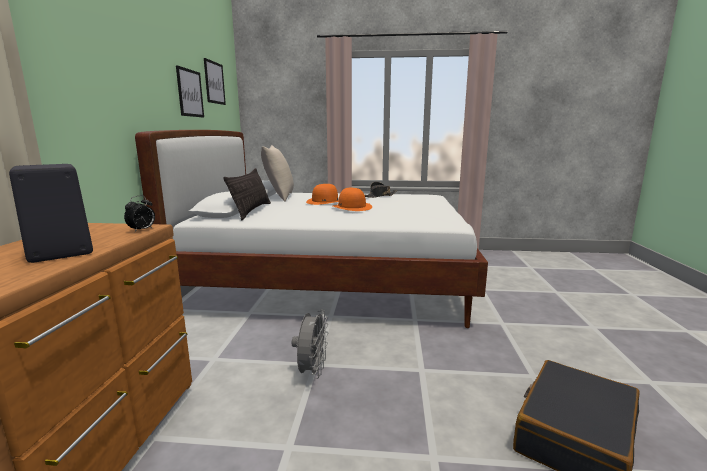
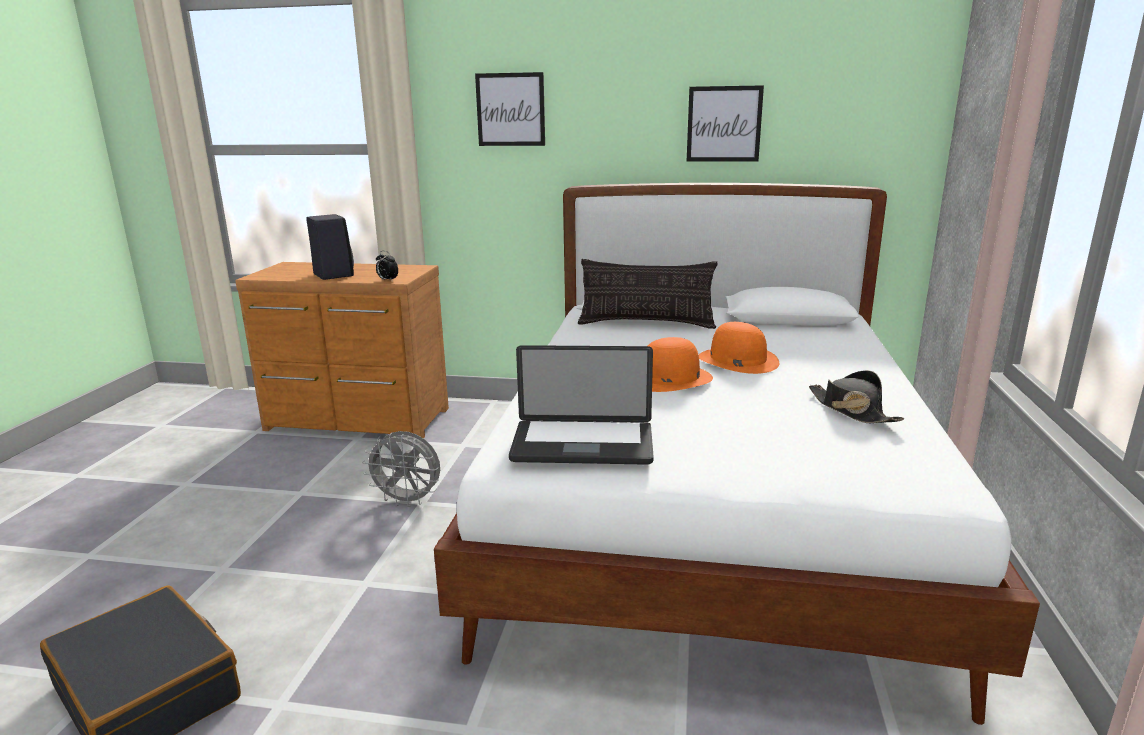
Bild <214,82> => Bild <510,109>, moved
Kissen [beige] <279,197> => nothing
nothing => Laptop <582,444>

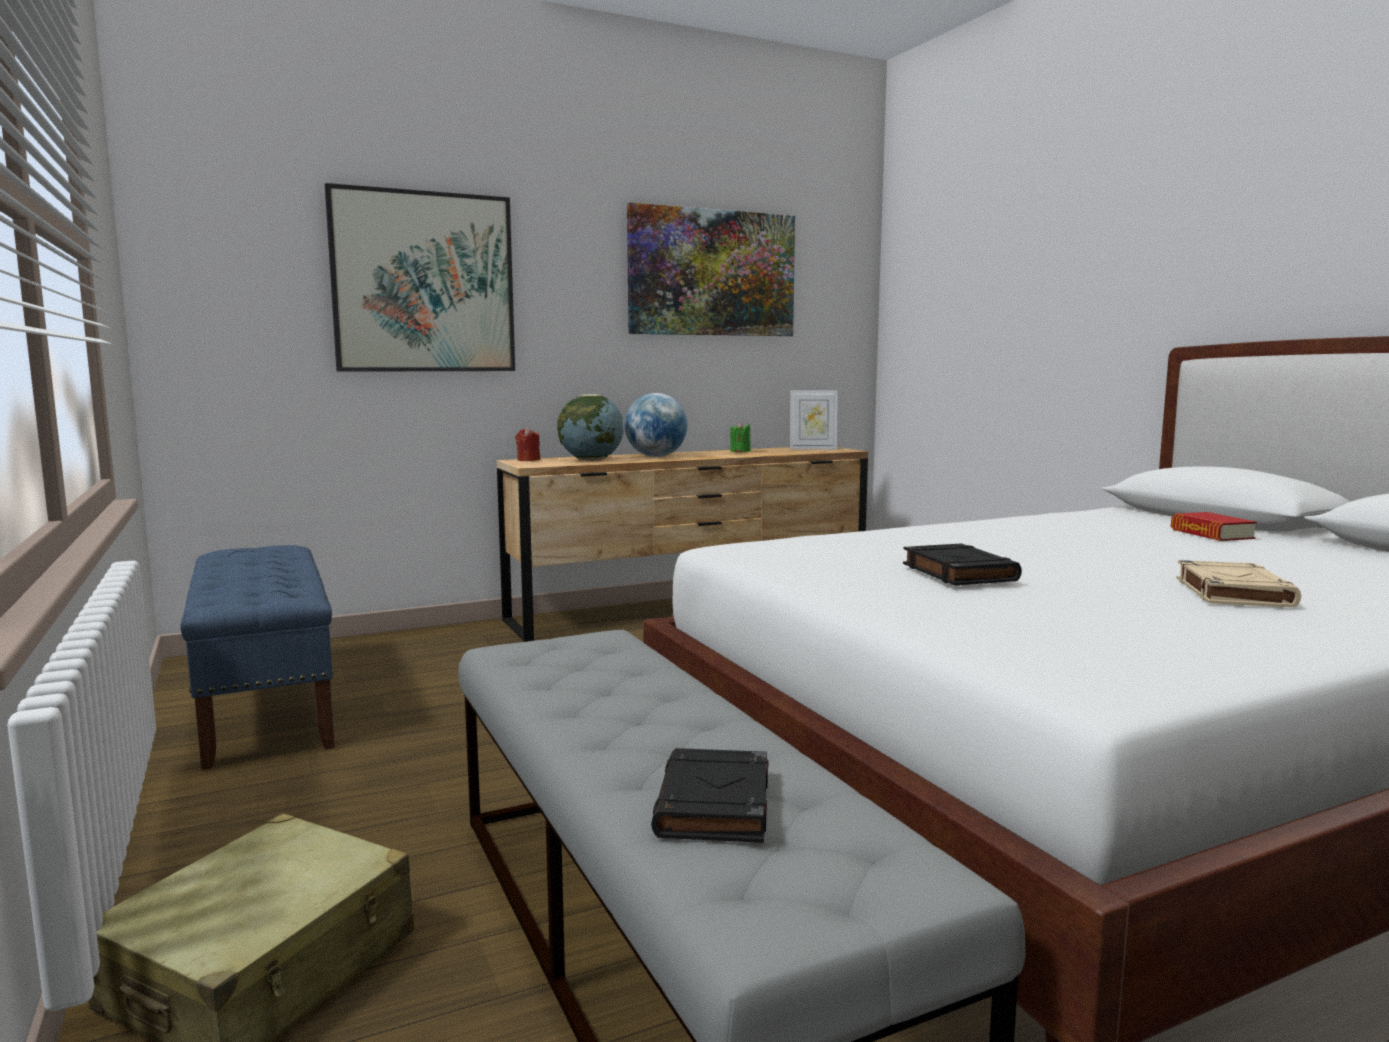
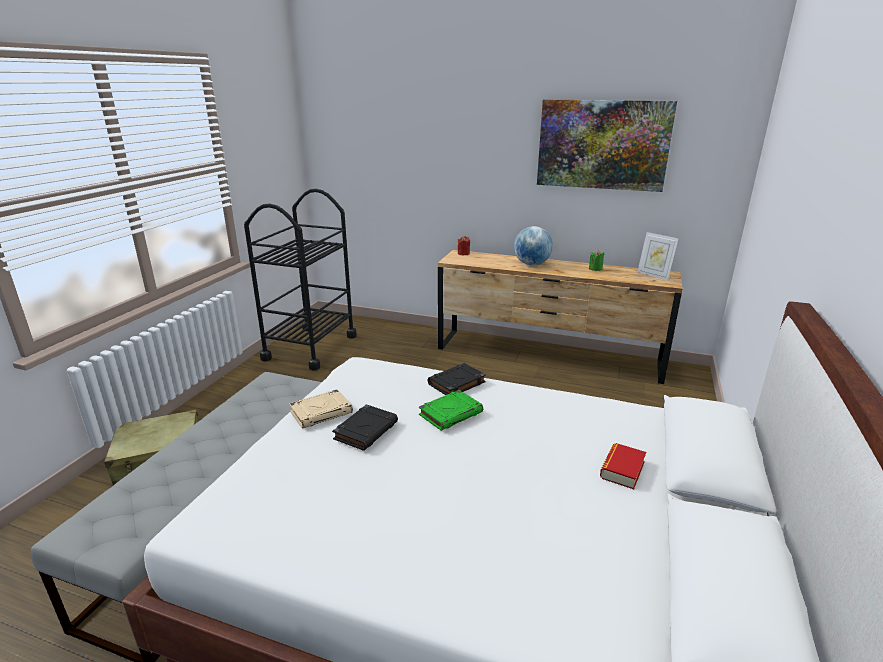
Bank [blau] <265,704> => Rollwagen [schwarz] <310,347>
Bild <424,283> => nothing
Globus <591,460> => nothing
Buch [schwarz] <714,806> => Buch [schwarz] <456,383>, moved
Buch [beige] <1232,592> => Buch [beige] <321,412>, moved
nothing => Buch [grün] <451,413>

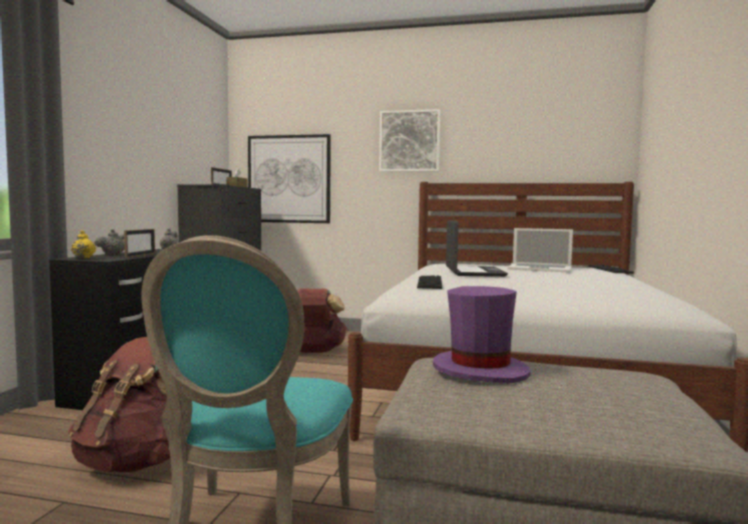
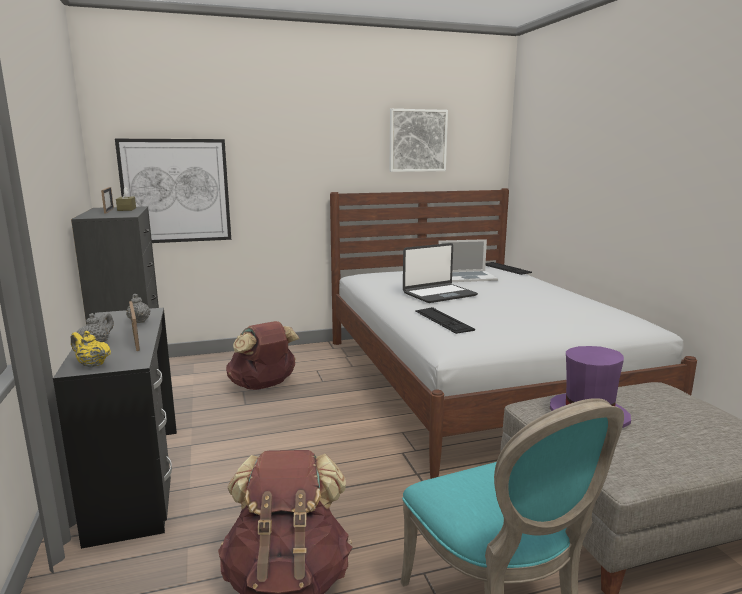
Bild <409,141> => Bild <417,140>, moved
Laptop <473,272> => Laptop <439,294>, 90 degrees clockwise

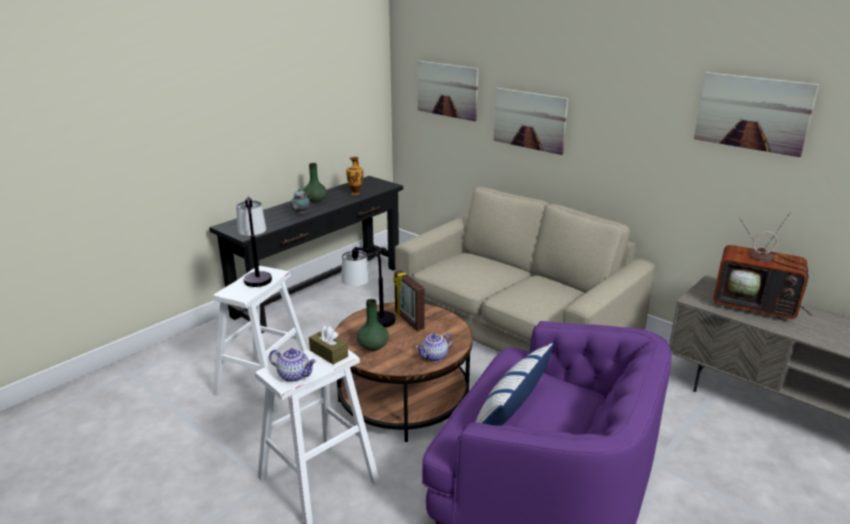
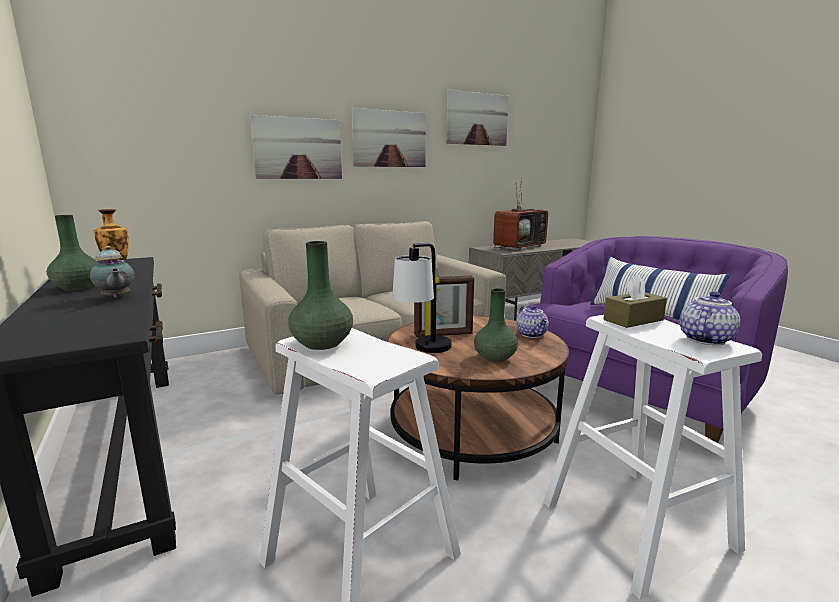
Tischlampe <256,275> => Vase [grün] <322,344>
Bild <447,90> => Bild <389,139>, moved

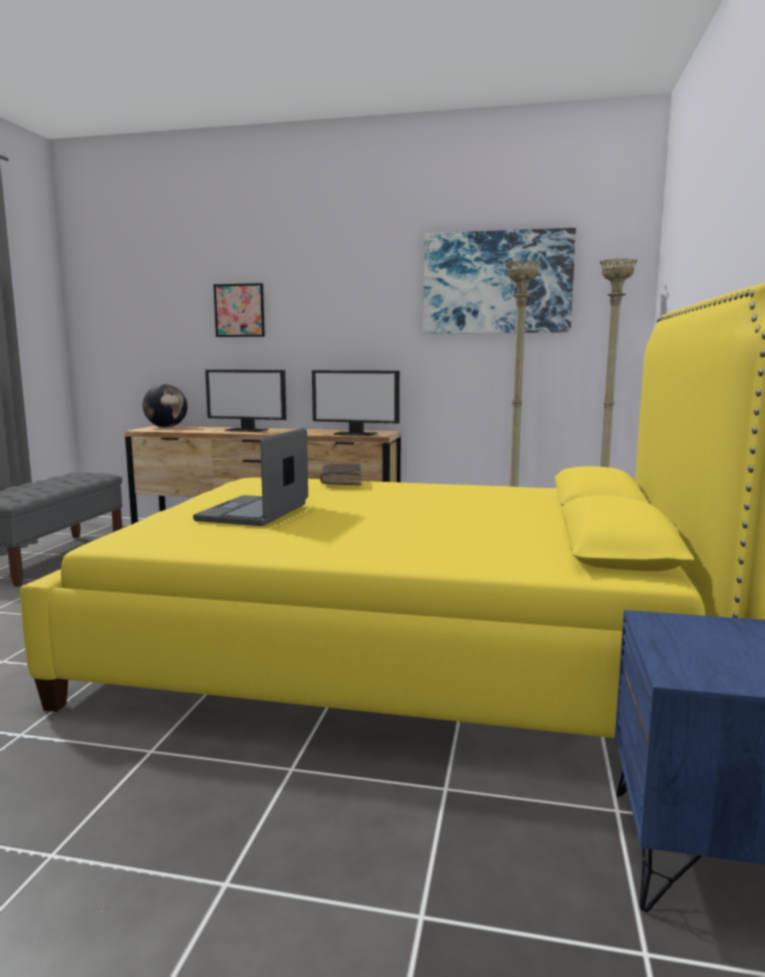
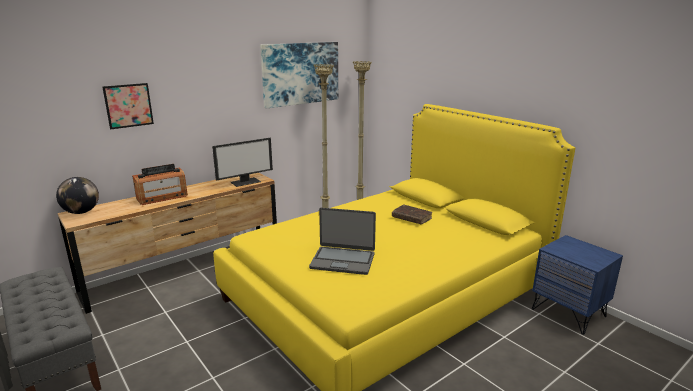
Laptop <255,513> => Laptop <343,260>, 45 degrees counterclockwise
Monitor <247,430> => Radio <162,197>
Buch [braun] <341,481> => Buch [braun] <411,218>, moved

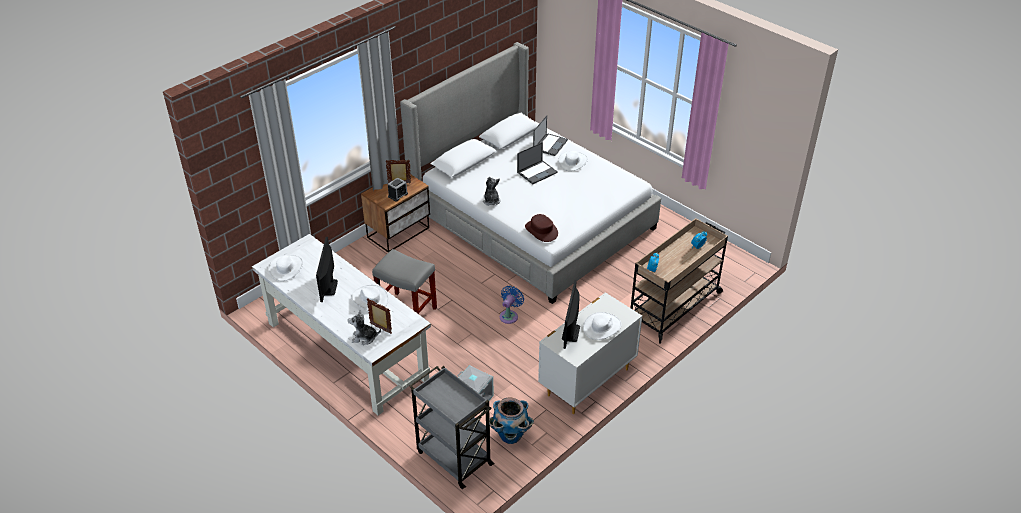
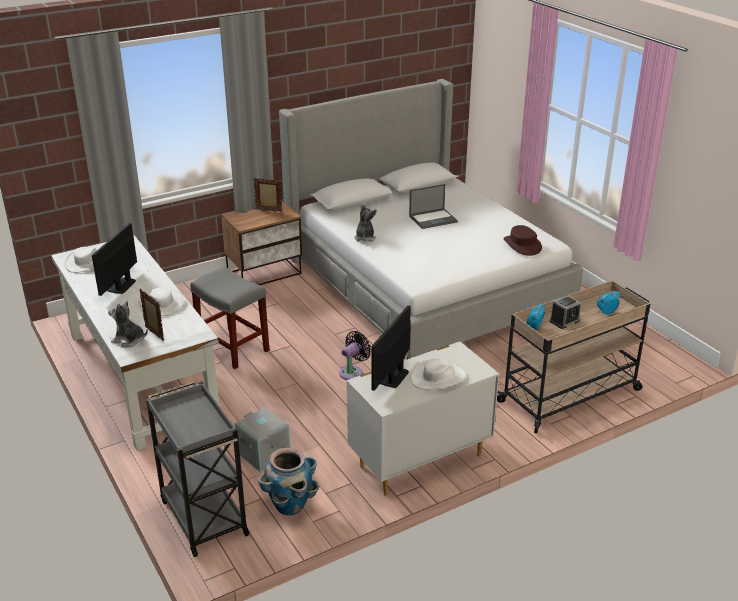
Wecker <398,195> => Wecker <564,321>, moved
Ventilator [blau] <509,315> => Ventilator [schwarz] <353,372>
Hut [braun] <541,230> => Hut [braun] <522,245>, moved
Laptop <550,144> => nothing
Hut [weiß] <573,161> => nothing

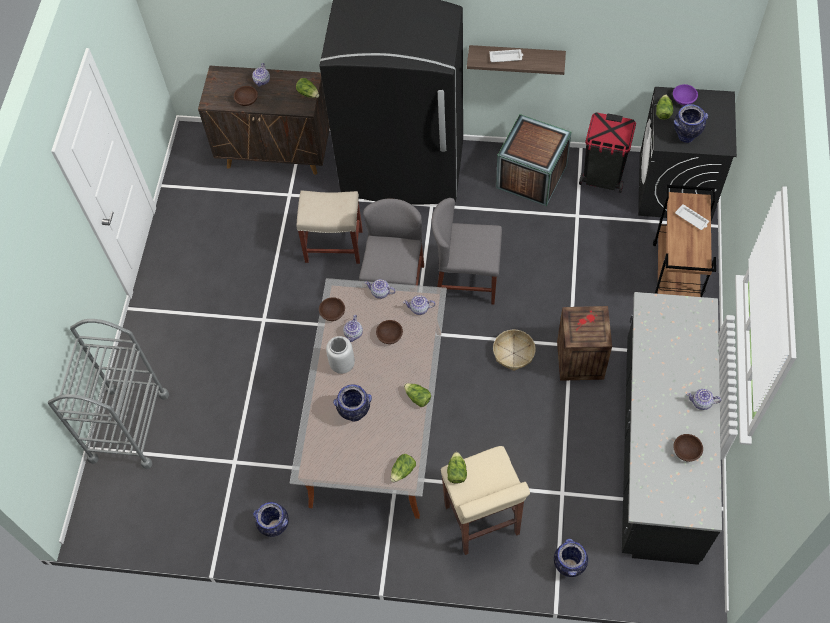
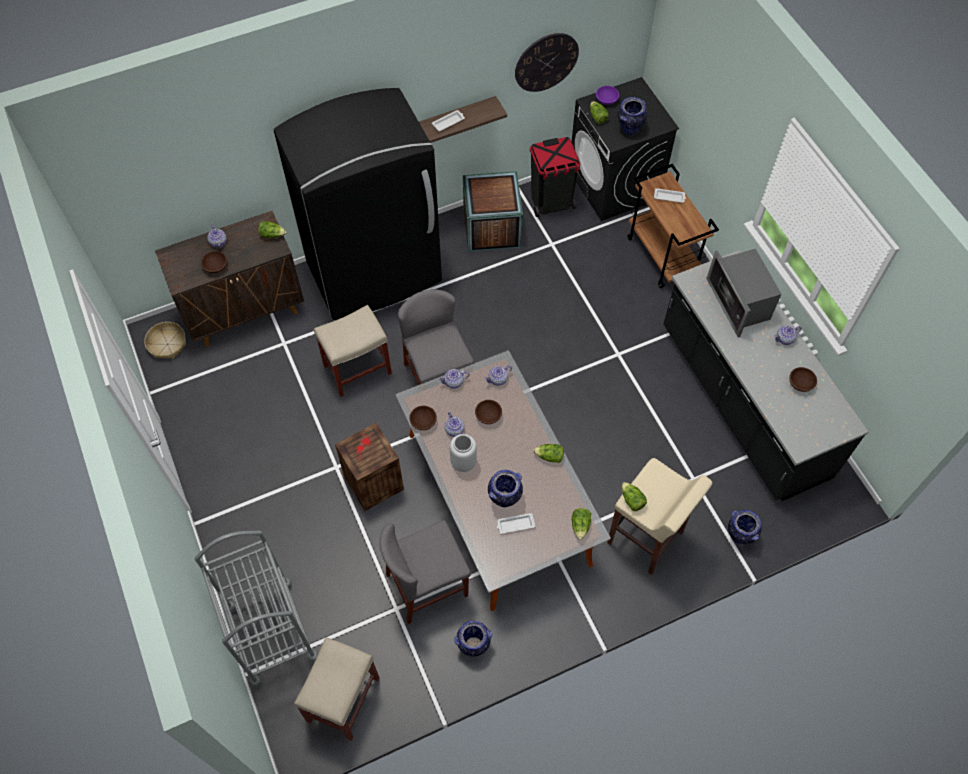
Stuhl [grau] <467,281> => Stuhl [grau] <427,585>, moved
Korb <514,353> => Korb <167,344>, moved
Kiste <579,359> => Kiste <372,482>, moved
nothing => Hocker [beige] <343,698>
nothing => Tablett [weiß] <515,524>
nothing => Wanduhr <546,62>
nothing => Mikrowelle <739,302>

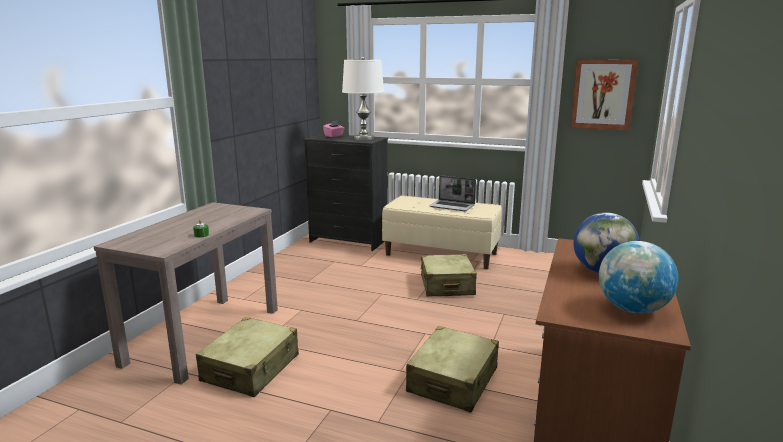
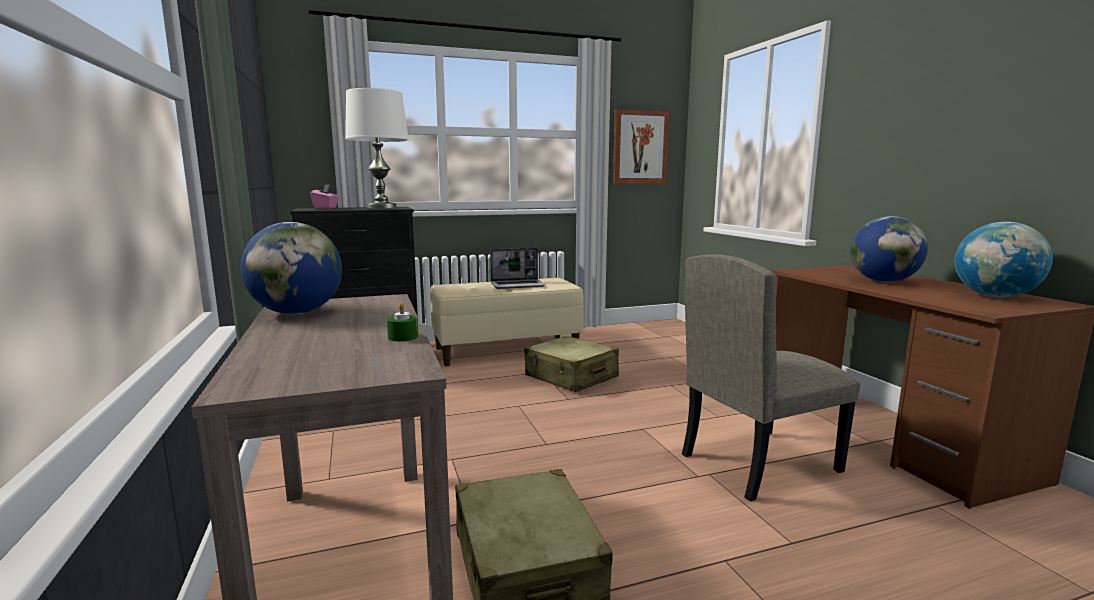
Koffer [beige] <453,380> => Stuhl [beige] <758,462>
nothing => Globus <297,312>

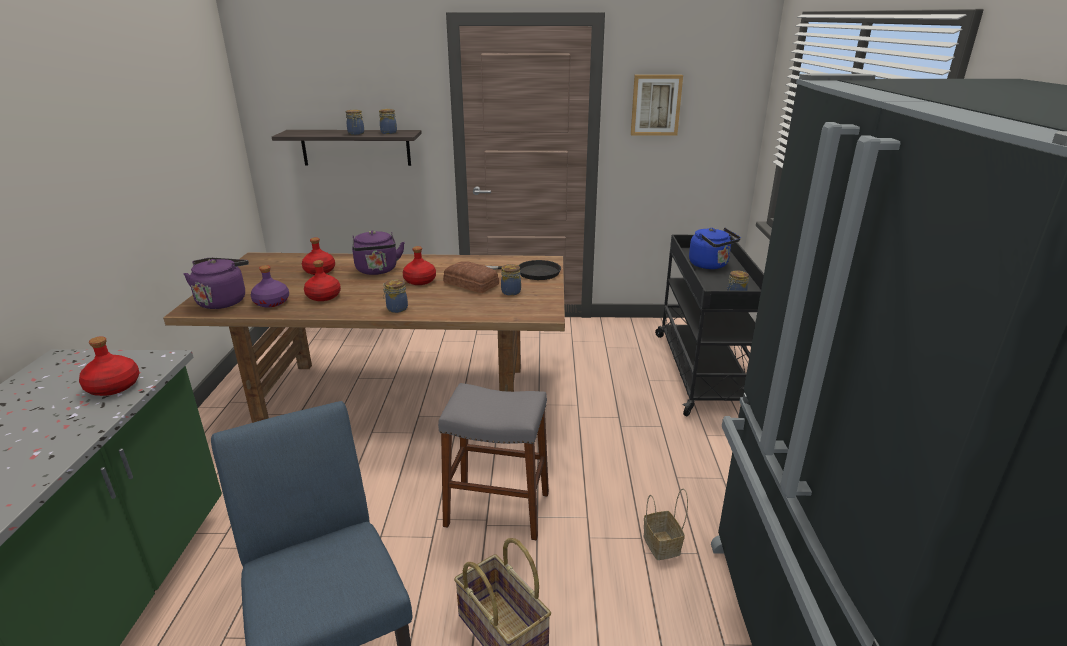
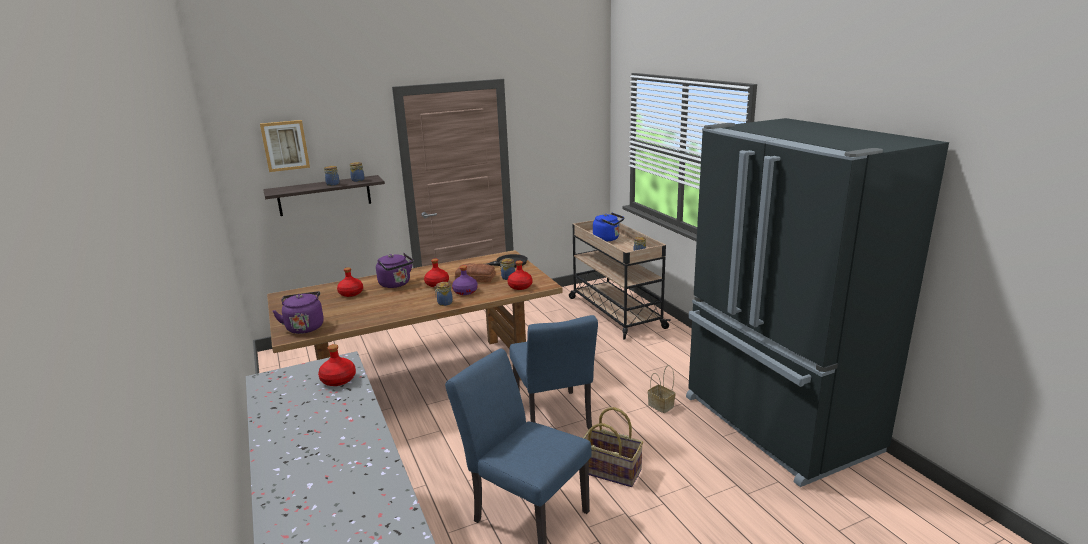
Flasche [lila] <272,302> => Flasche [lila] <465,291>, moved
Flasche [rot] <324,296> => Flasche [rot] <520,286>, moved
Hocker [grau] <497,509> => Stuhl [blau] <554,418>
Bild <655,105> => Bild <285,145>, moved
Rollwagen [schwarz] <702,371> => Rollwagen [beige] <615,312>

